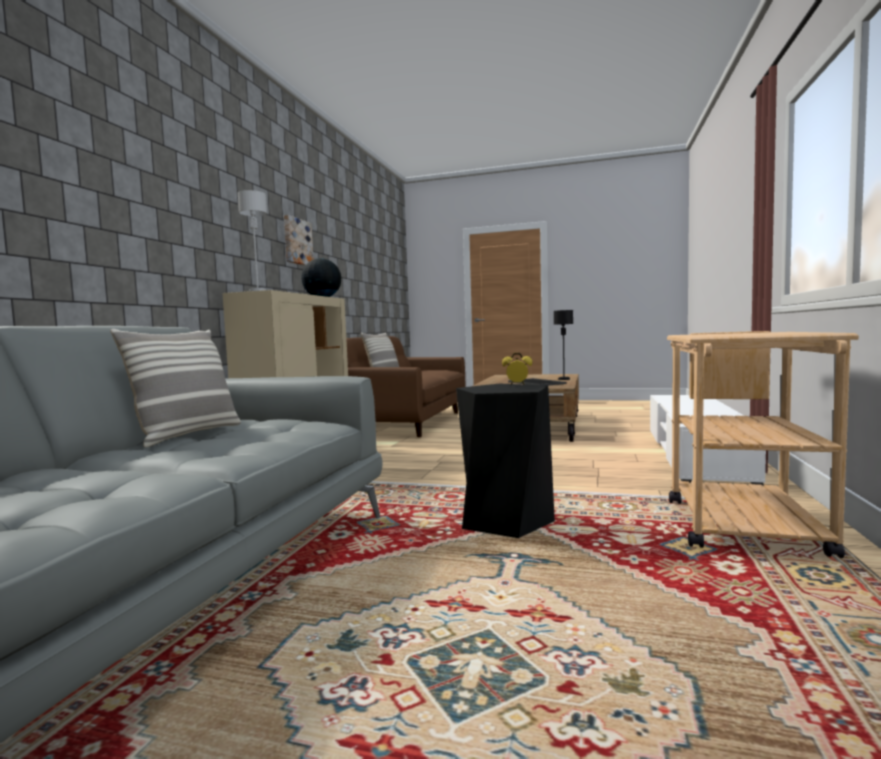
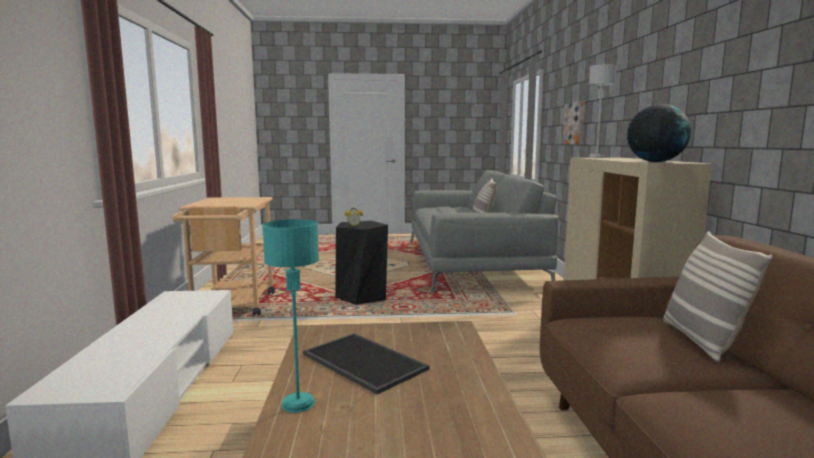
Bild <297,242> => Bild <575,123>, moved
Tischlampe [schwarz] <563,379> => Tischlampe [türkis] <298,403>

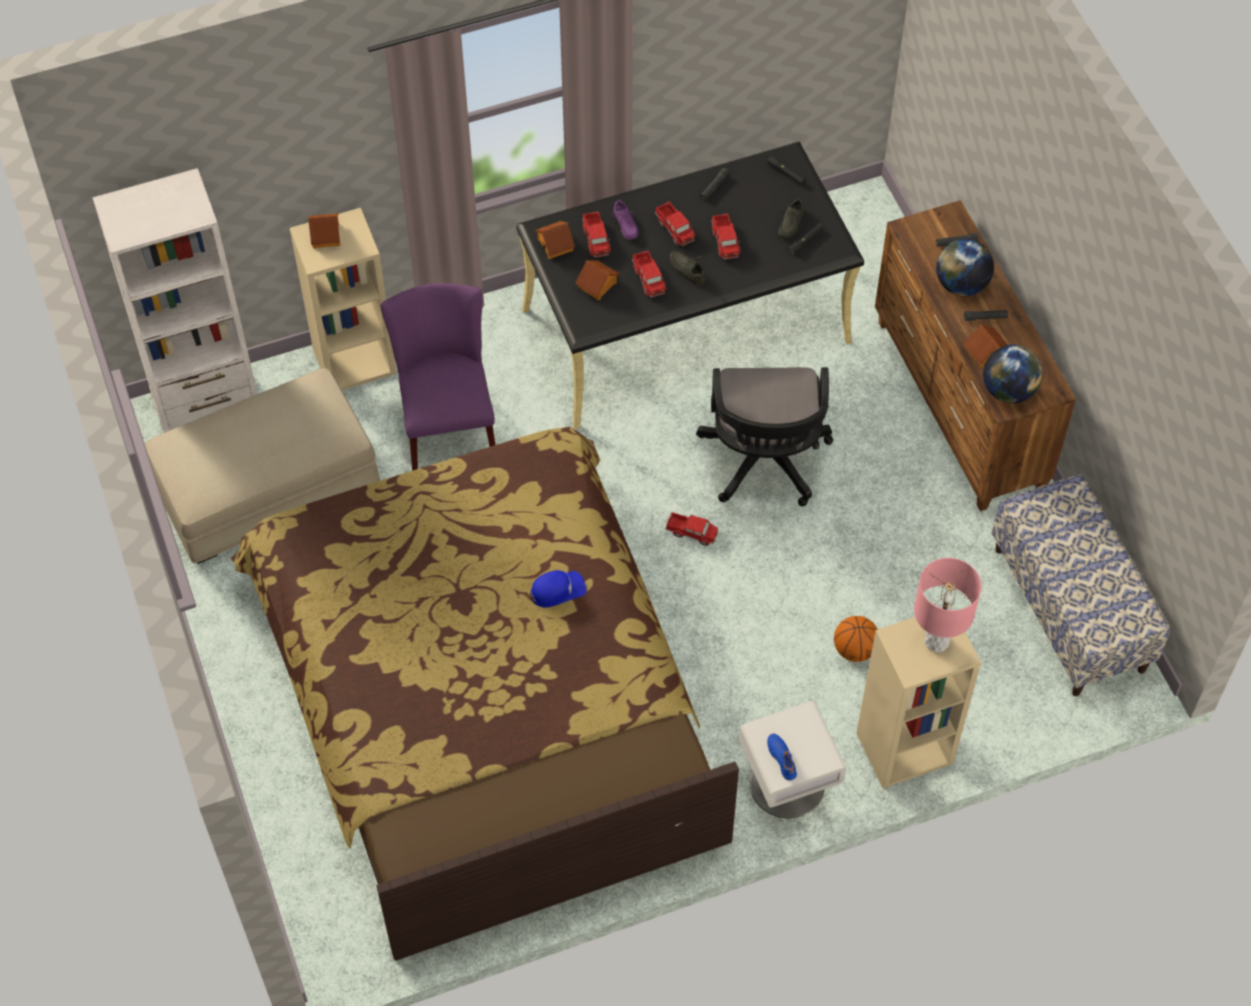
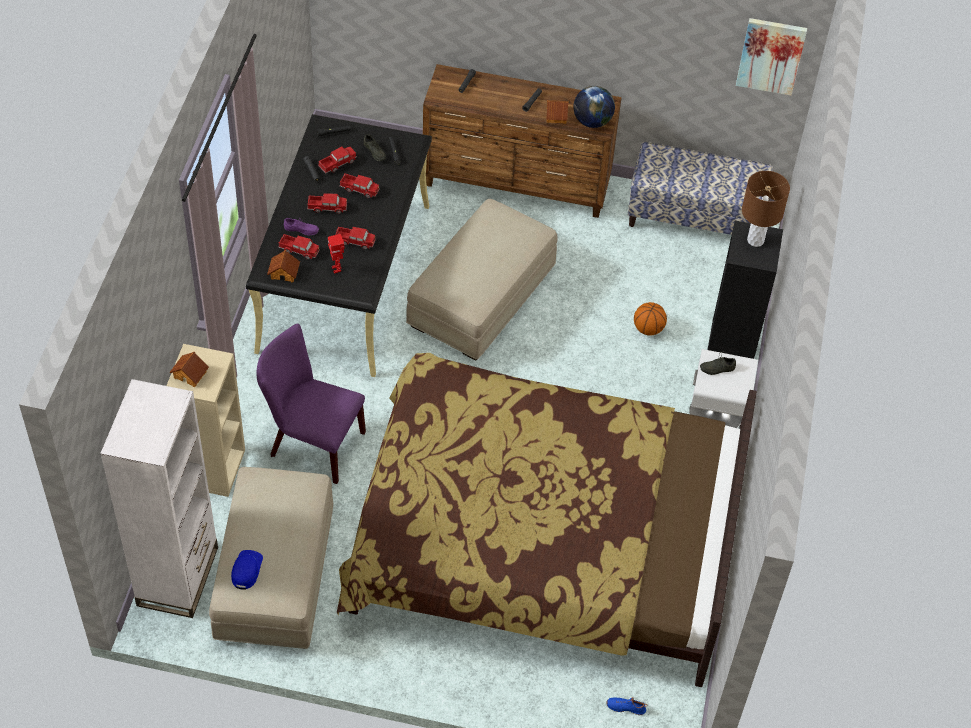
Kappe [blau] <558,590> => Kappe [blau] <246,570>, moved
Spielzeughaus <597,285> => Spielzeugroboter <337,269>
Spielzeuglaster <692,532> => Spielzeuglaster <337,163>, moved
Schuh [grau] <688,270> => Schuh [grau] <717,367>, moved
Bürostuhl [schwarz] <764,463> => Polsterhocker [beige] <481,297>
Schuh [blau] <782,758> => Schuh [blau] <626,707>, moved
Bücherregal [beige] <904,749> => Bücherregal [schwarz] <732,345>
Tischlampe [rosa] <937,642> => Tischlampe [braun] <755,240>
Globus <961,285> => nothing
nothing => Bild <771,55>

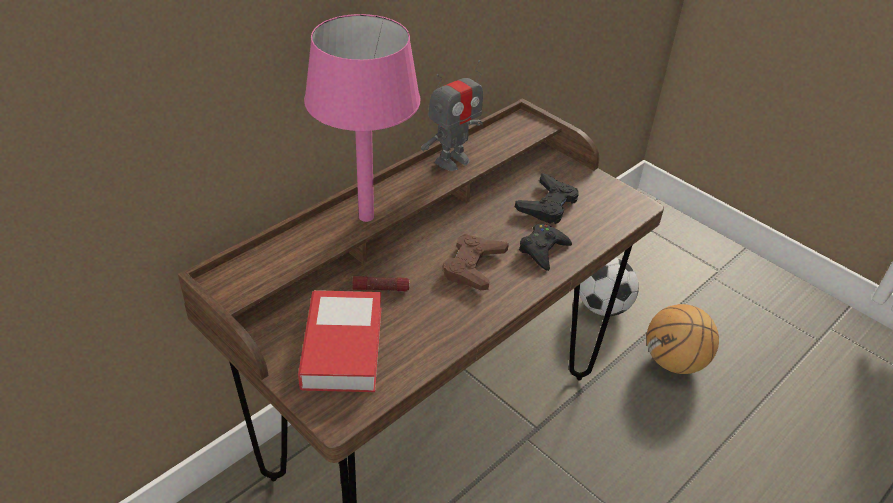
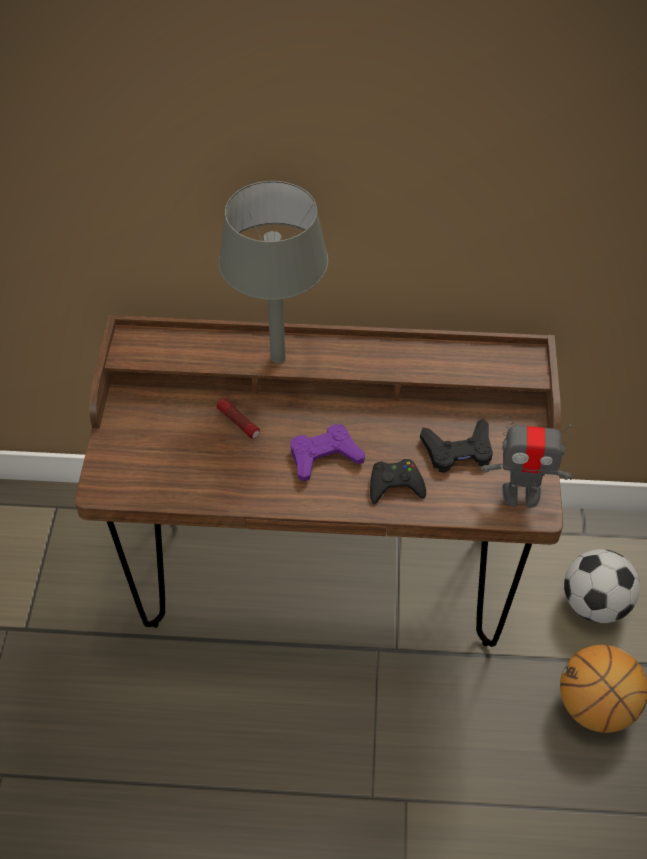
Buch <342,347> => nothing
Tischlampe [rosa] <365,217> => Tischlampe [grau] <277,357>
Spielzeugroboter <452,160> => Spielzeugroboter <521,494>, moved
Gamepad [braun] <473,266> => Gamepad [lila] <324,456>

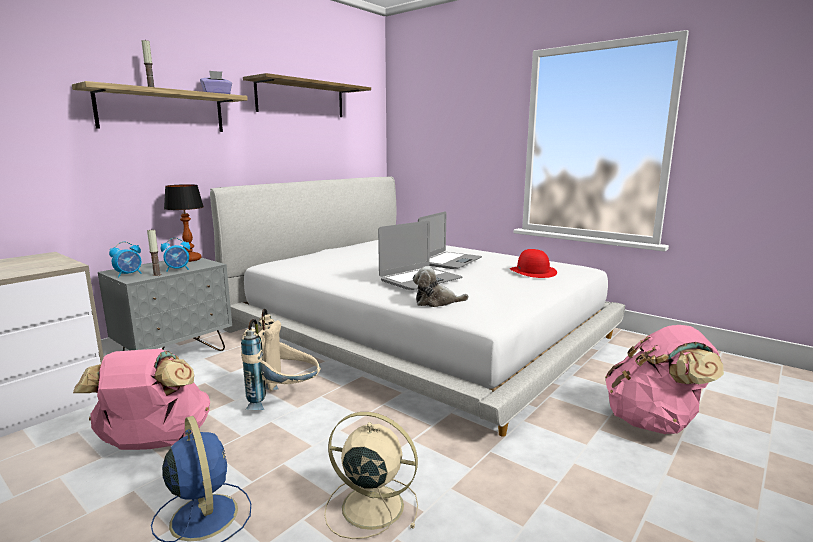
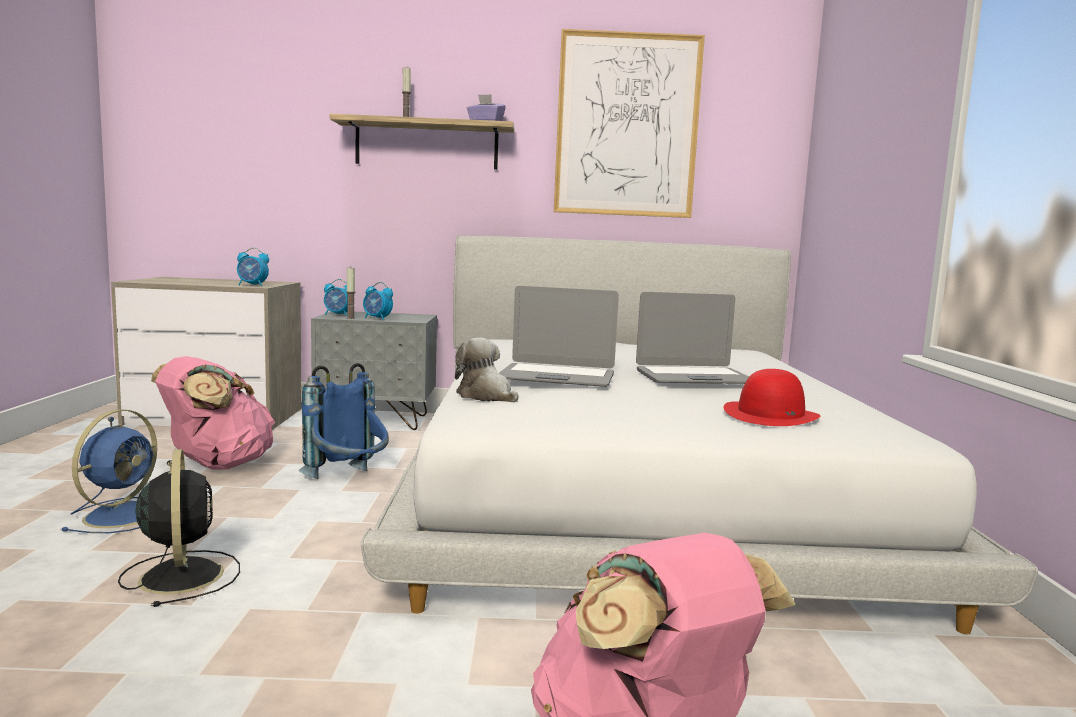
Tischlampe <190,259> => nothing
Rucksack [beige] <285,400> => Rucksack [blau] <348,481>
Wandregal <301,99> => Bild <627,126>
Ventilator [beige] <370,506> => Ventilator [schwarz] <182,575>
nothing => Wecker <252,285>

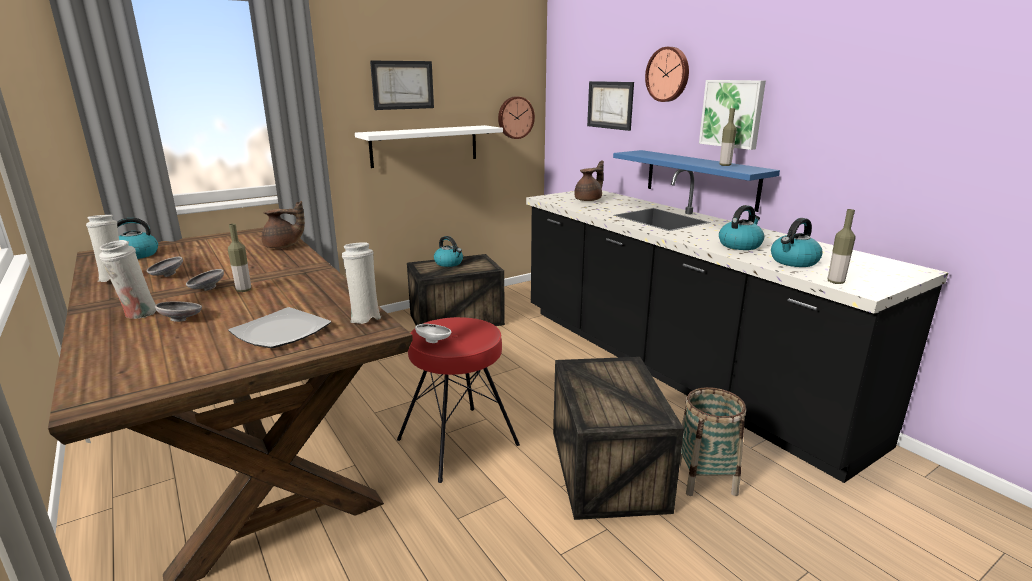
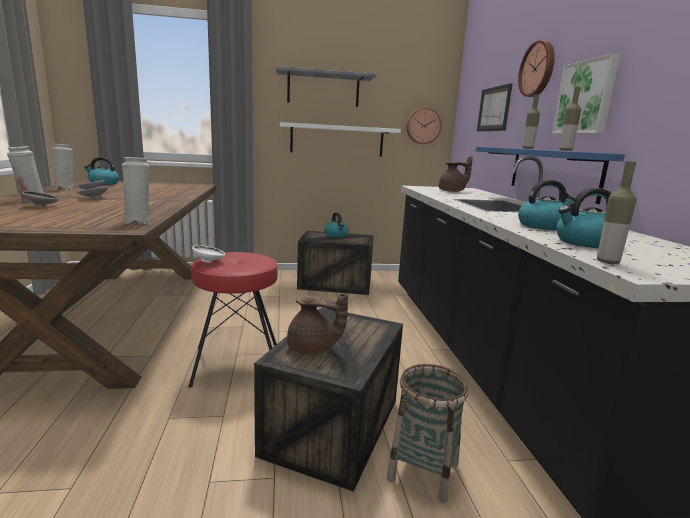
Flasche <244,290> => Flasche <527,148>, moved
Teller <281,332> => nothing
Teekanne [braun] <283,246> => Teekanne [braun] <313,349>, moved
Bild <402,85> => Wandregal [grau] <323,89>

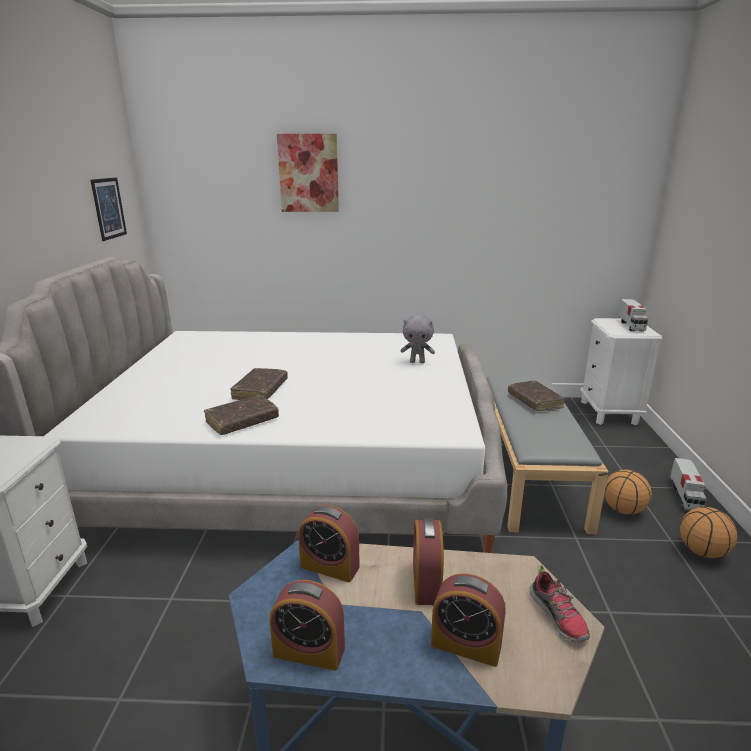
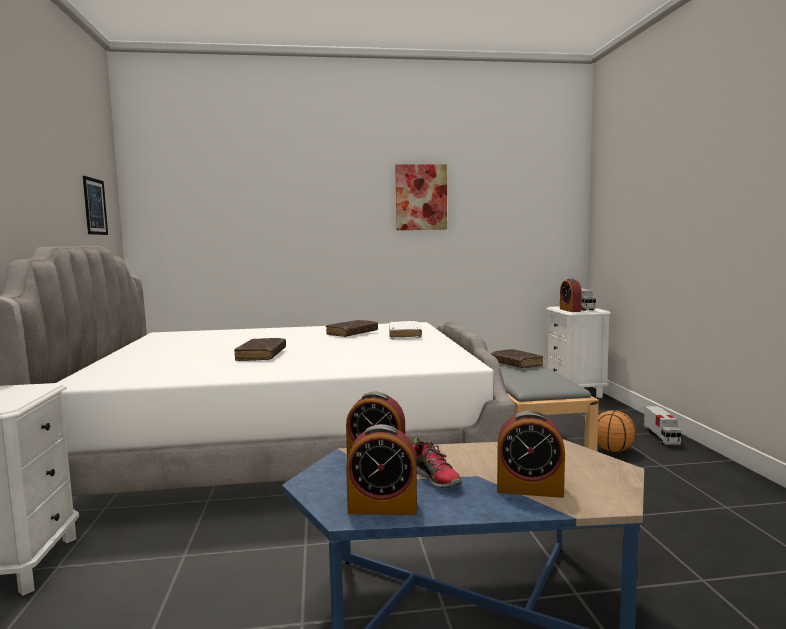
Buch [braun] <242,421> => Buch [braun] <352,333>, moved
Bild <308,173> => Bild <421,197>, moved
Plüschtier [grau] <417,362> => Buch [weiß] <404,335>
Wecker <426,582> => Wecker <570,310>, moved
Schuh <558,616> => Schuh <435,478>, moved
Basketball <703,552> => nothing

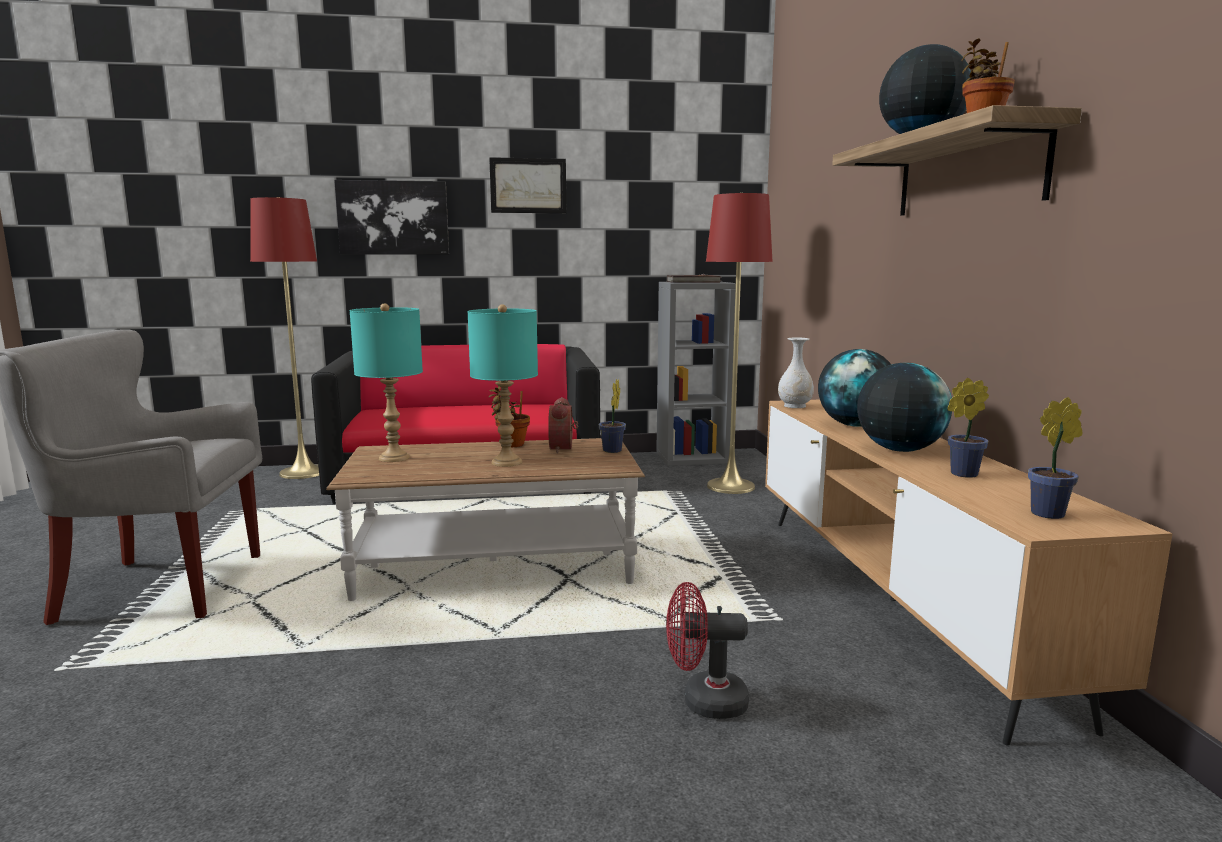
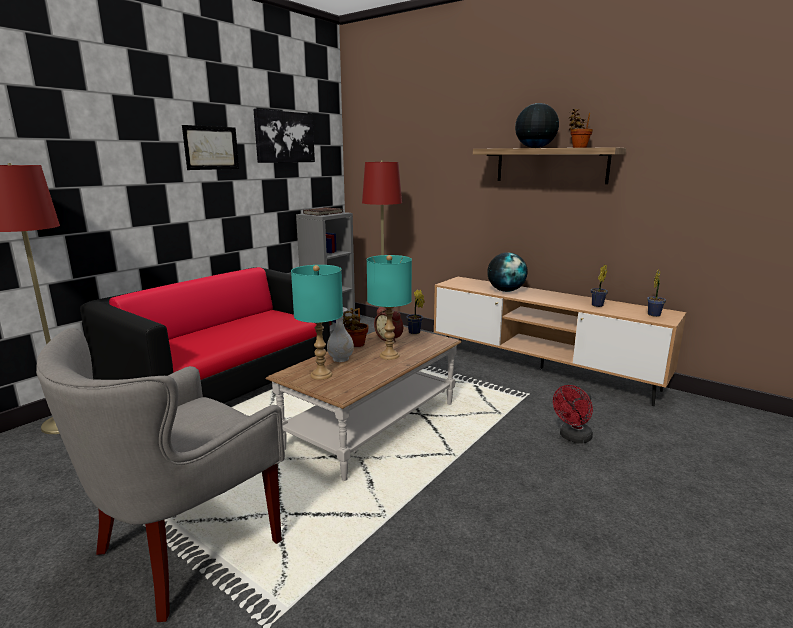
Bild <393,218> => Bild <284,137>, moved
Vase [weiß] <795,406> => Vase [weiß] <341,359>, moved
Globus <899,450> => nothing

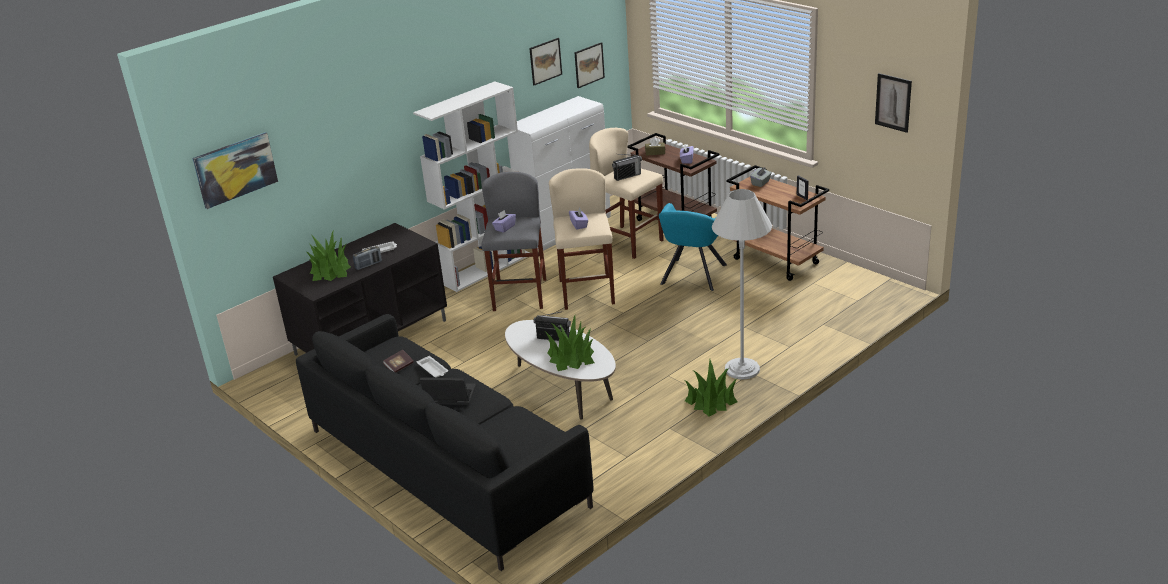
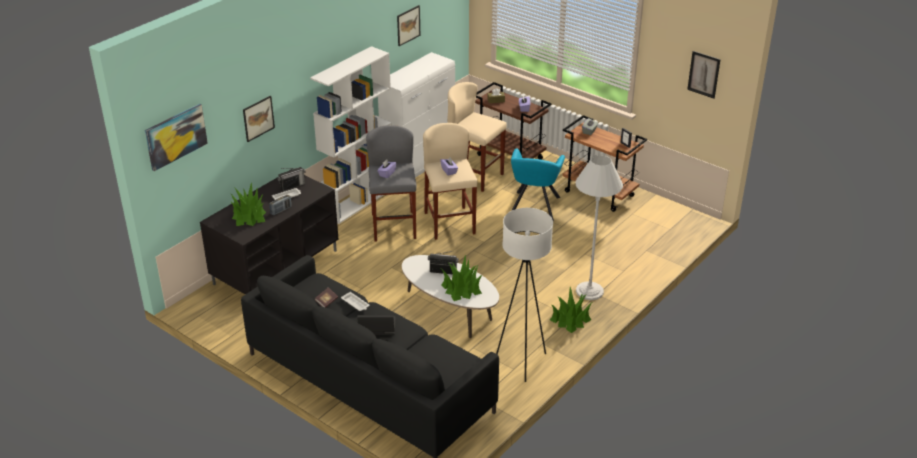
Bild <589,65> => Bild <258,118>, moved
Radio <627,176> => Radio <292,186>, moved
nothing => Stehlampe [weiß] <521,362>

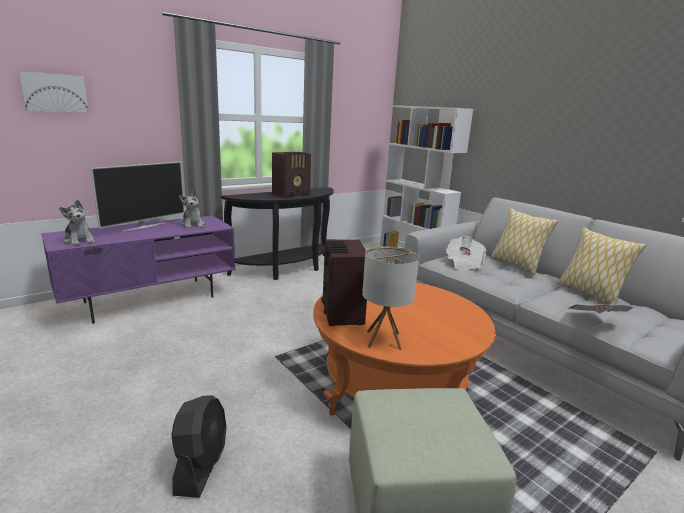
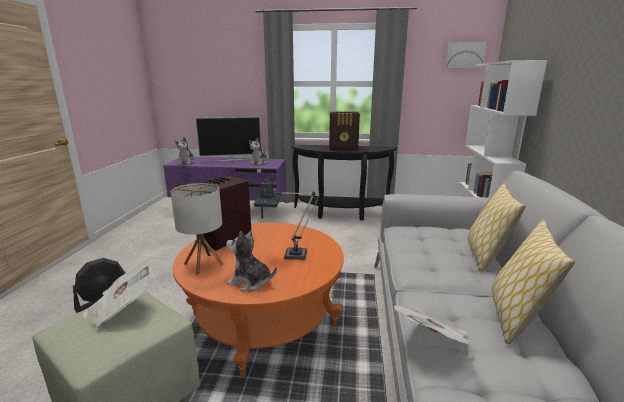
Bild <54,92> => Bild <465,55>, moved
Zeitung <463,264> => Zeitung <120,309>, moved
nothing => Plüschtier <250,282>
nothing => Tischlampe <289,255>

